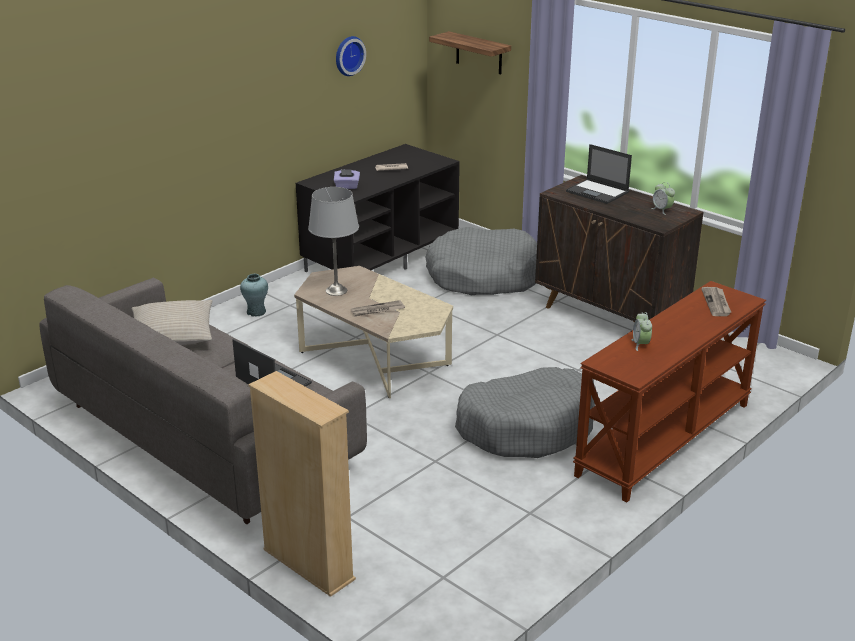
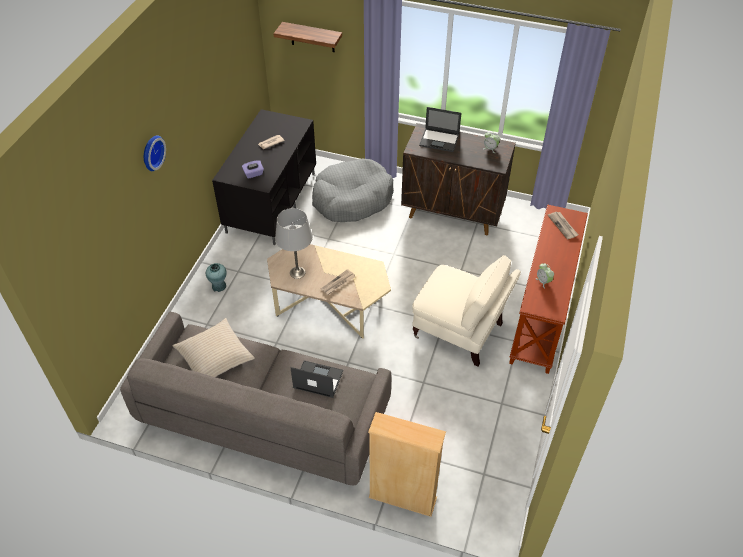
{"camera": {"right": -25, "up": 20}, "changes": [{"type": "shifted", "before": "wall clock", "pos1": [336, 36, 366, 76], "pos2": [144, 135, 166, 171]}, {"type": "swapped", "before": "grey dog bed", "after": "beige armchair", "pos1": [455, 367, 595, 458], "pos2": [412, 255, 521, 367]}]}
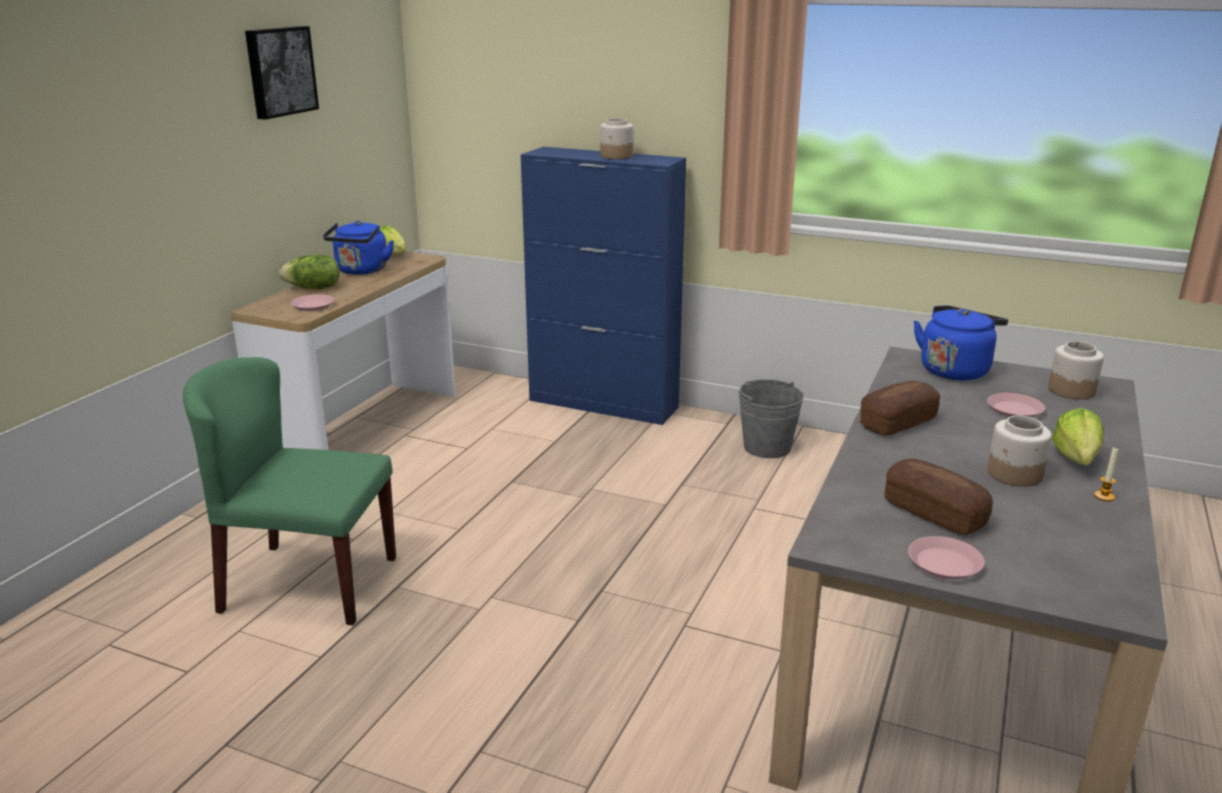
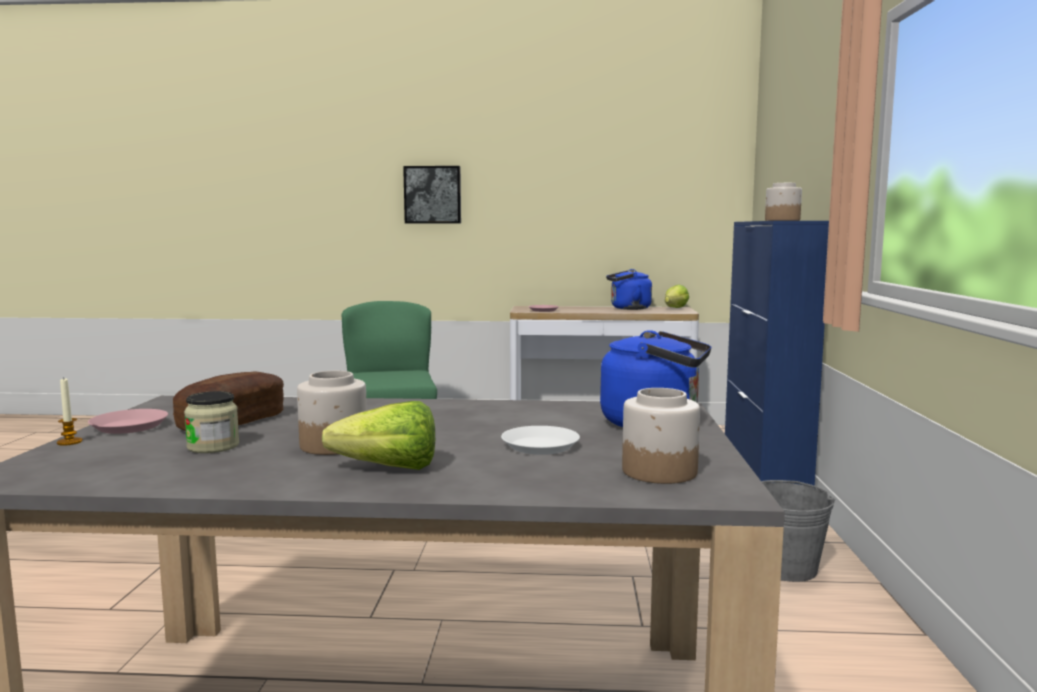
{"camera": {"right": 70, "up": -15}, "changes": [{"type": "shifted", "before": "candle", "pos1": [1094, 448, 1118, 501], "pos2": [57, 377, 83, 446]}, {"type": "new", "after": "jar", "pos2": [184, 391, 239, 453]}, {"type": "shifted", "before": "picture", "pos1": [245, 26, 319, 120], "pos2": [403, 166, 461, 223]}, {"type": "repainted", "before": "pink plate", "after": "white plate", "pos1": [987, 393, 1045, 418], "pos2": [501, 426, 580, 455]}, {"type": "gone", "before": "lettuce", "pos1": [279, 255, 340, 289]}, {"type": "gone", "before": "bread", "pos1": [860, 381, 940, 436]}]}
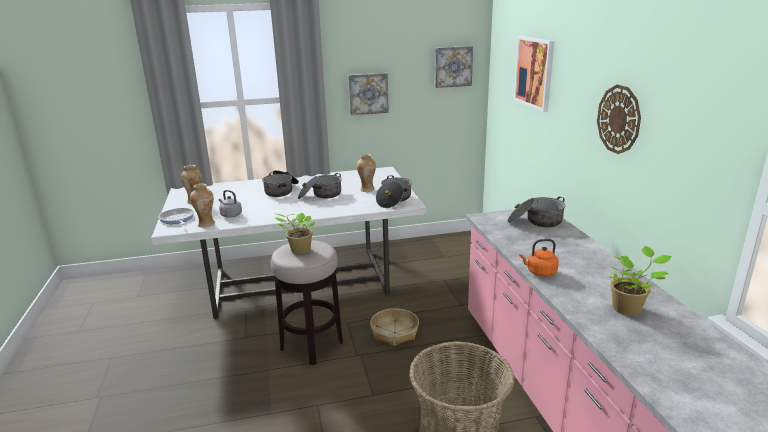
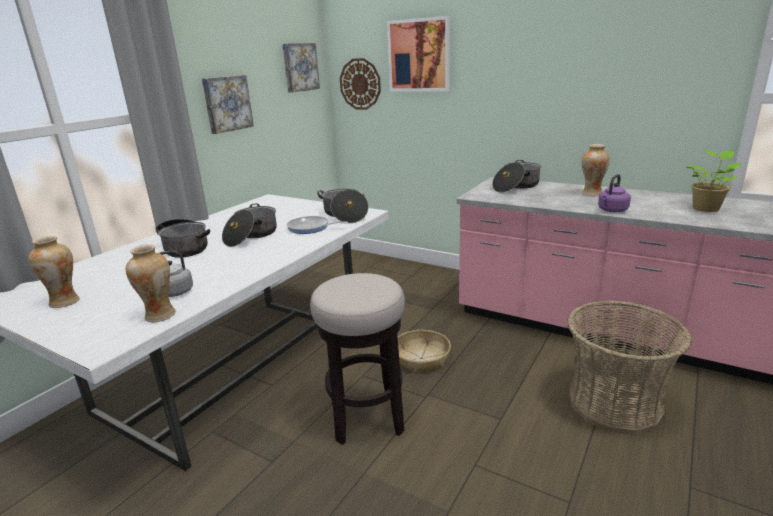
{"camera": {"right": -45, "up": 0}, "changes": [{"type": "shifted", "before": "frying pan", "pos1": [158, 208, 194, 225], "pos2": [287, 216, 348, 234]}, {"type": "shifted", "before": "wall clock", "pos1": [597, 85, 641, 154], "pos2": [340, 58, 381, 110]}, {"type": "shifted", "before": "vase", "pos1": [357, 154, 376, 192], "pos2": [582, 144, 610, 196]}, {"type": "repainted", "before": "orange kettle", "after": "purple kettle", "pos1": [520, 239, 559, 277], "pos2": [598, 174, 631, 212]}, {"type": "gone", "before": "potted plant", "pos1": [275, 213, 315, 254]}]}
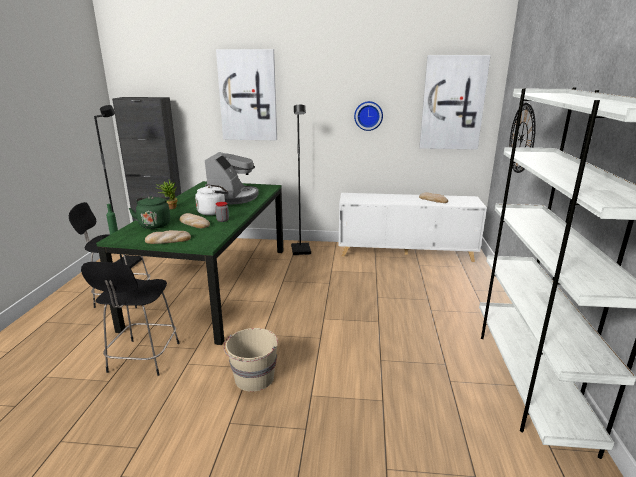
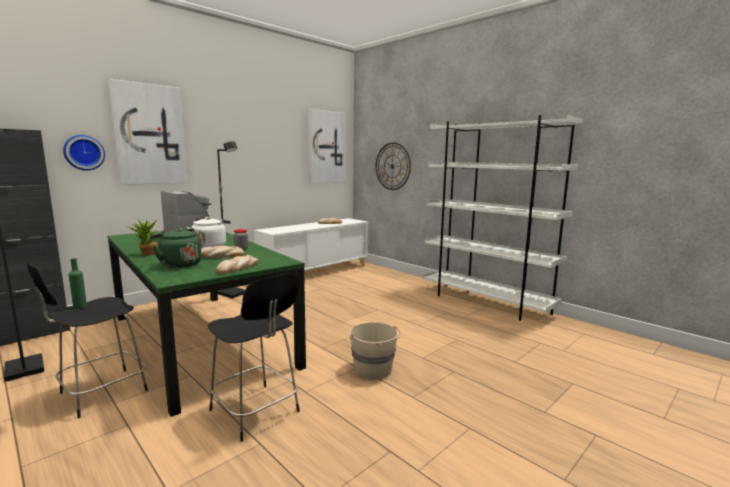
{"camera": {"right": -50, "up": -10}, "changes": [{"type": "shifted", "before": "wall clock", "pos1": [354, 101, 383, 131], "pos2": [63, 135, 105, 171]}]}
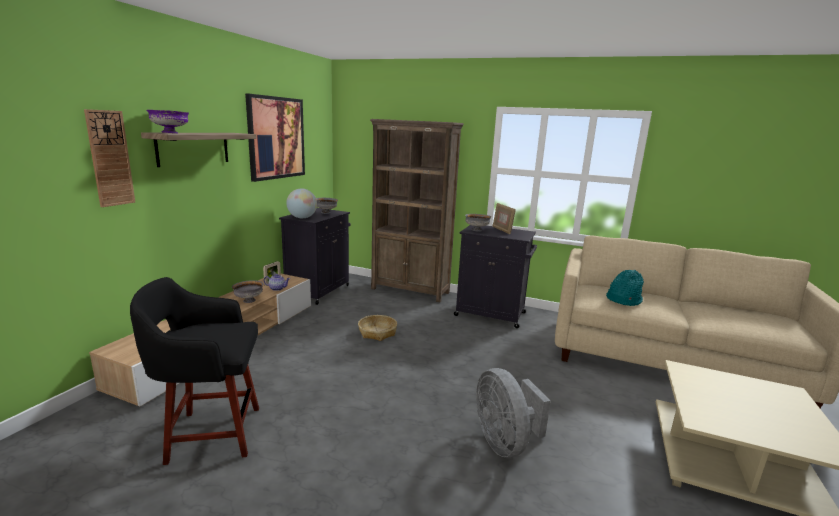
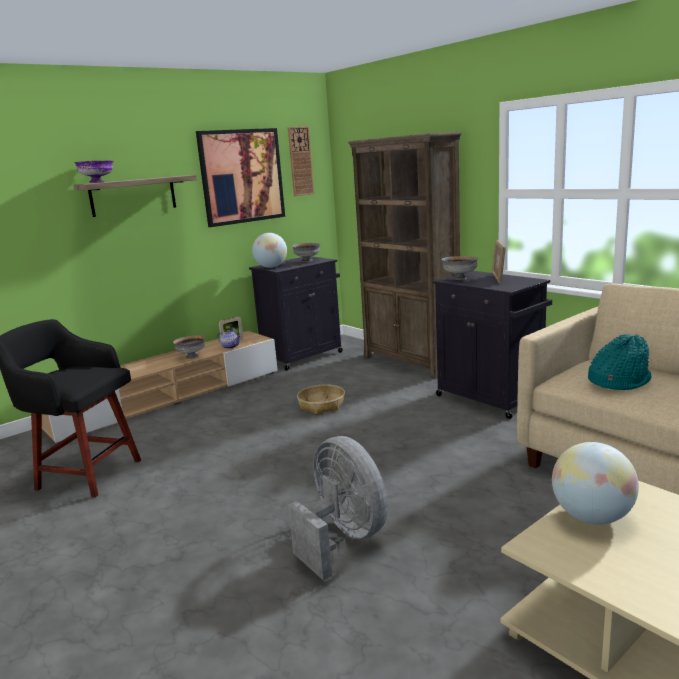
{"camera": {"right": 30, "up": 0}, "changes": [{"type": "shifted", "before": "wall clock", "pos1": [84, 109, 135, 207], "pos2": [288, 126, 314, 196]}, {"type": "rotated", "before": "grey fan", "pos1": [476, 368, 551, 458], "pos2": [288, 436, 388, 580], "turn": 135}, {"type": "new", "after": "globe", "pos2": [552, 442, 639, 525]}]}
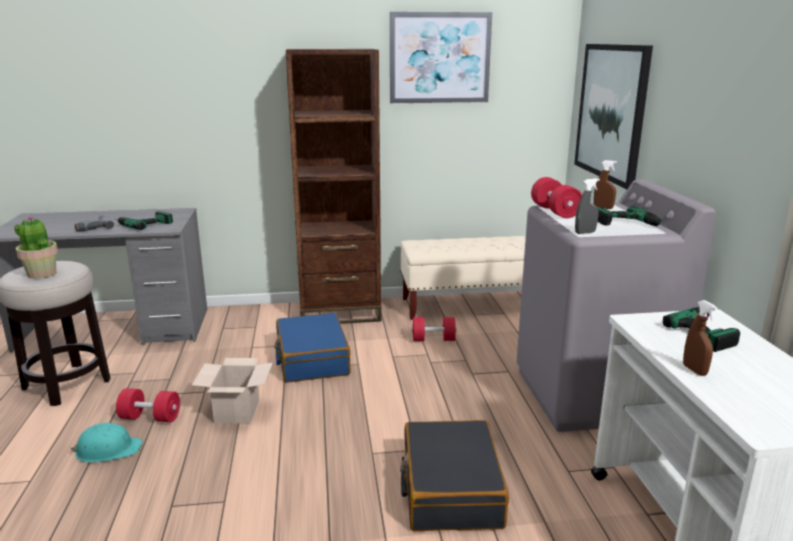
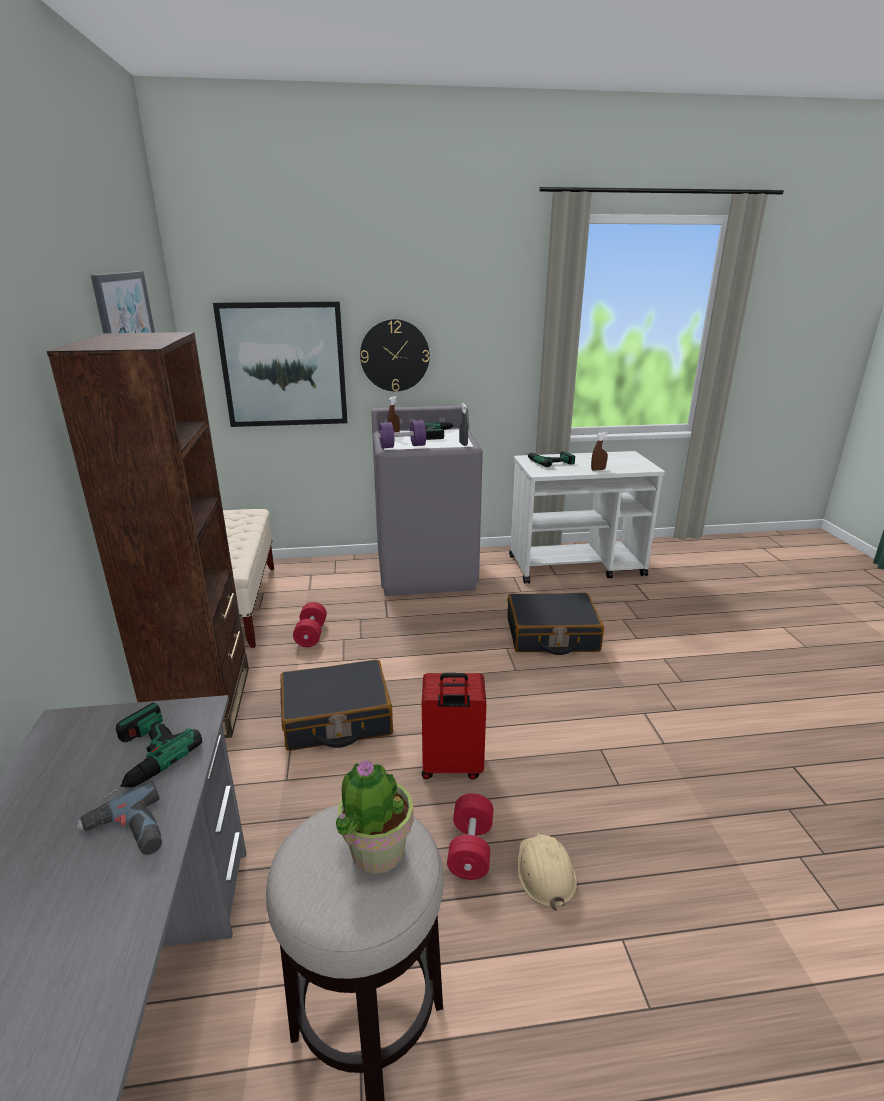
{"camera": {"right": -90, "up": 5}, "changes": [{"type": "repainted", "before": "blue suitcase", "after": "black suitcase", "pos1": [274, 313, 351, 383], "pos2": [280, 660, 393, 751]}, {"type": "new", "after": "wall clock", "pos2": [360, 319, 430, 391]}, {"type": "repainted", "before": "red dumbbell", "after": "purple dumbbell", "pos1": [531, 177, 582, 218], "pos2": [379, 420, 426, 448]}, {"type": "swapped", "before": "cardboard box", "after": "red suitcase", "pos1": [192, 358, 273, 424], "pos2": [422, 673, 486, 780]}, {"type": "repainted", "before": "turquoise hard hat", "after": "beige hard hat", "pos1": [71, 423, 142, 463], "pos2": [518, 833, 577, 911]}]}
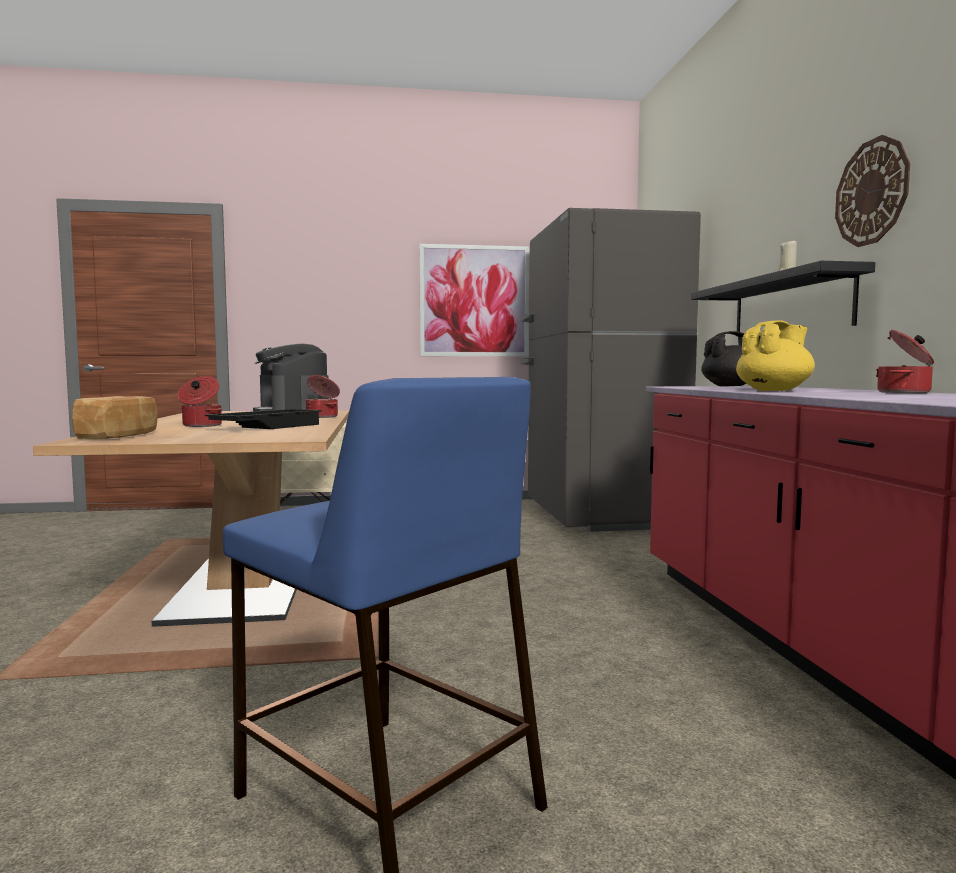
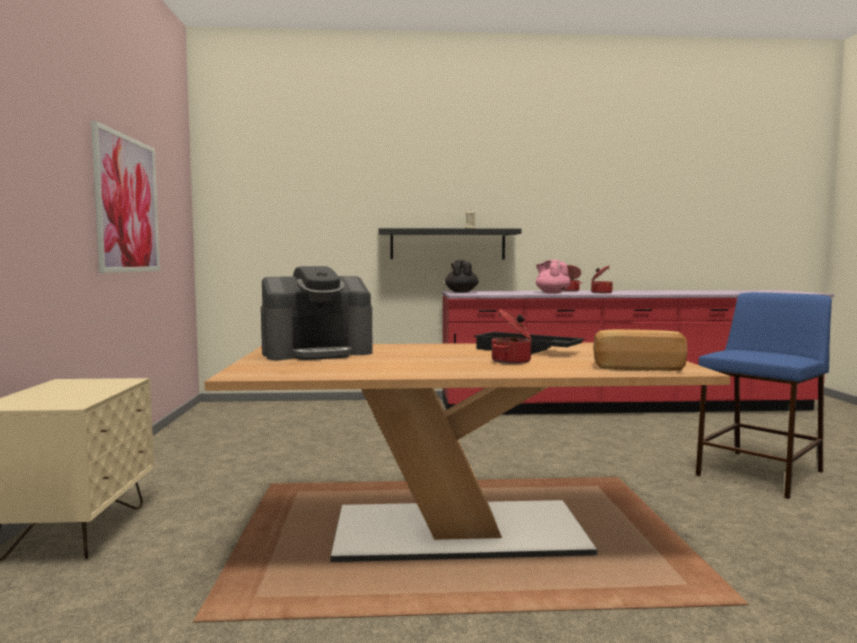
{"camera": {"right": -85, "up": 0}, "changes": [{"type": "repainted", "before": "yellow teapot", "after": "pink teapot", "pos1": [736, 320, 815, 391], "pos2": [536, 260, 571, 294]}, {"type": "shifted", "before": "cooking pot", "pos1": [306, 375, 340, 418], "pos2": [591, 266, 613, 293]}, {"type": "gone", "before": "grey fridge", "pos1": [521, 208, 701, 532]}, {"type": "gone", "before": "wall clock", "pos1": [835, 135, 910, 247]}]}
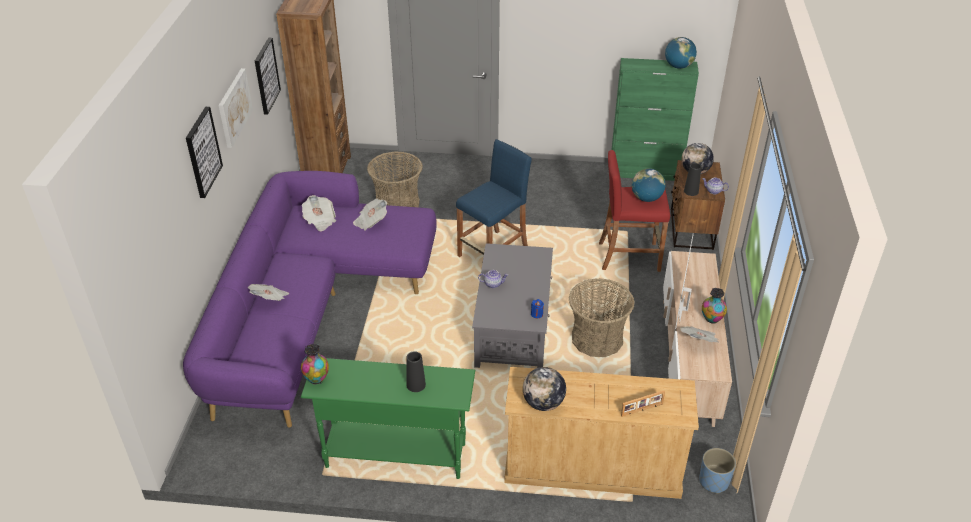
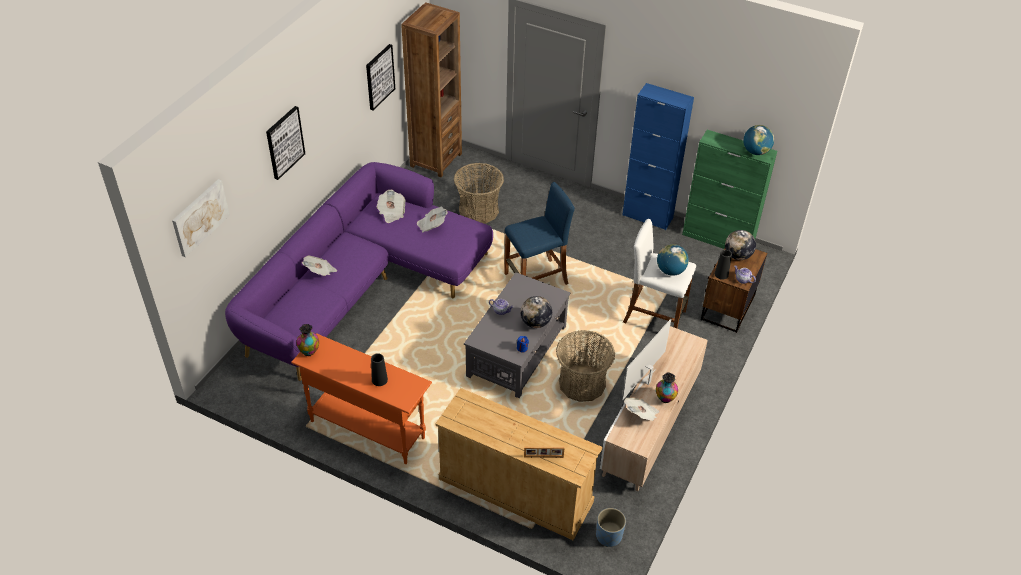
{"camera": {"right": 20, "up": 5}, "changes": [{"type": "shifted", "before": "picture", "pos1": [219, 68, 253, 148], "pos2": [172, 179, 230, 257]}, {"type": "repainted", "before": "green console table", "after": "orange console table", "pos1": [301, 358, 475, 479], "pos2": [291, 333, 432, 464]}, {"type": "shifted", "before": "globe", "pos1": [523, 367, 566, 411], "pos2": [521, 296, 552, 328]}, {"type": "new", "after": "blue cabinet", "pos2": [622, 83, 694, 230]}, {"type": "repainted", "before": "red stool", "after": "white stool", "pos1": [599, 150, 670, 272], "pos2": [623, 219, 696, 328]}]}
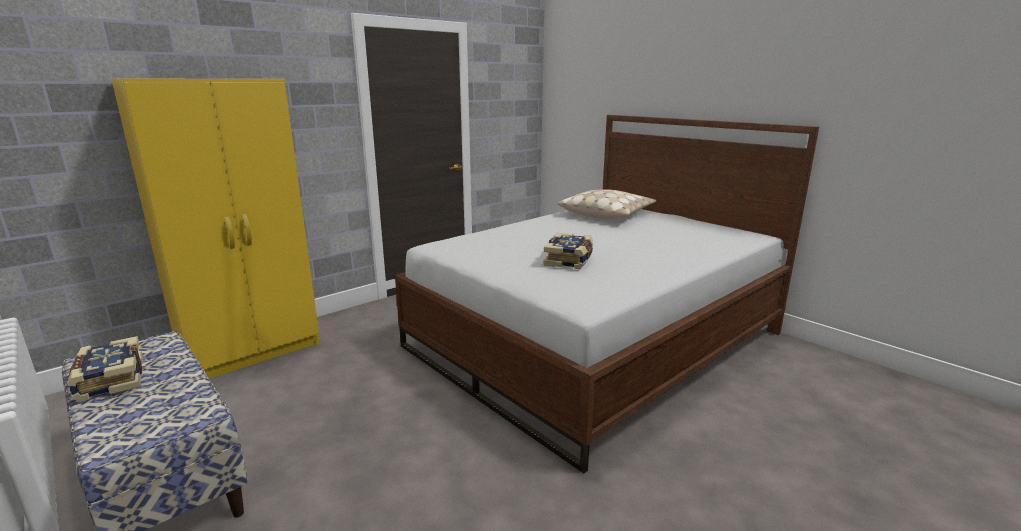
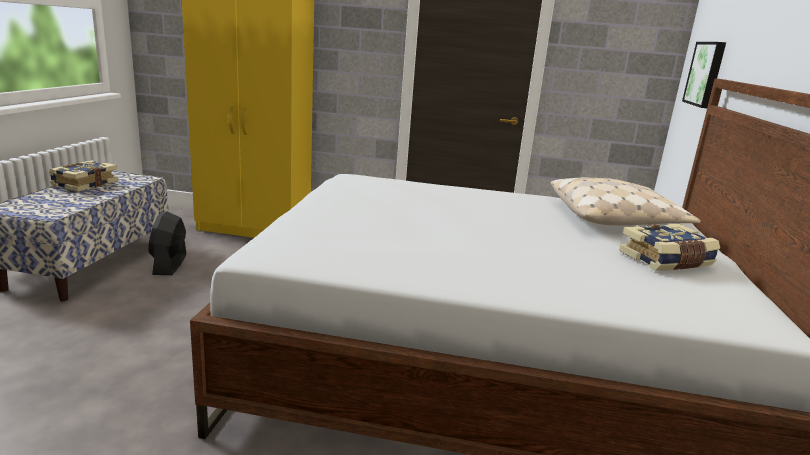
{"camera": {"right": 50, "up": 0}, "changes": [{"type": "new", "after": "black fan", "pos2": [148, 211, 186, 275]}, {"type": "shifted", "before": "book", "pos1": [544, 233, 593, 269], "pos2": [619, 224, 720, 271]}, {"type": "new", "after": "picture", "pos2": [682, 42, 726, 108]}]}
